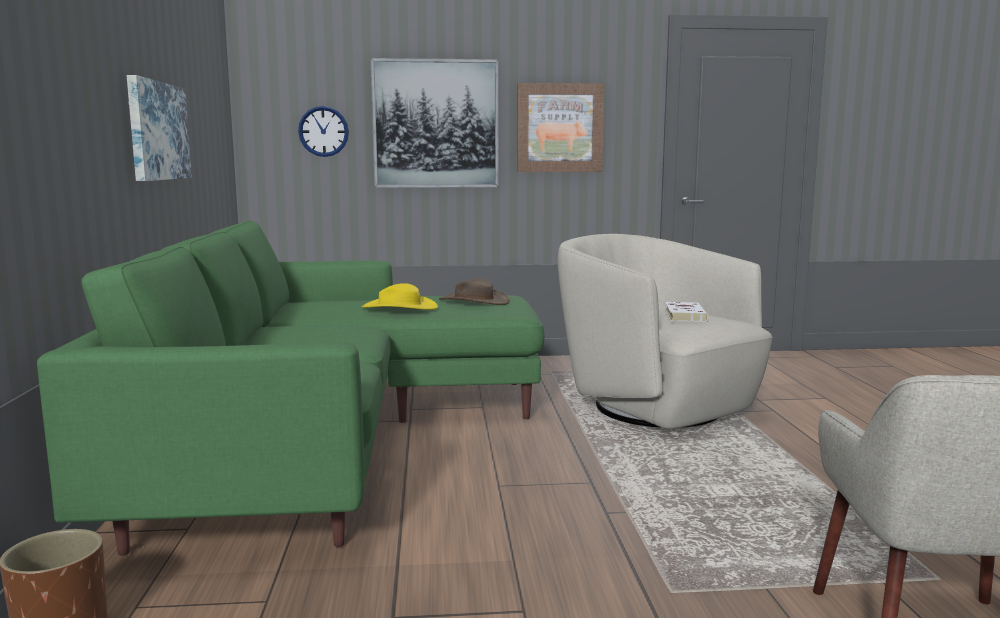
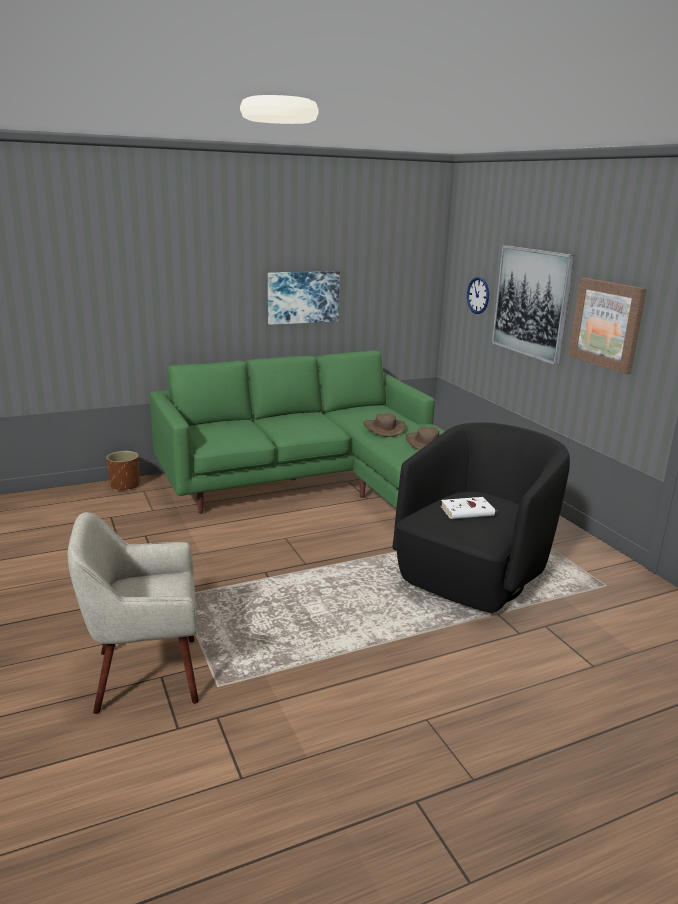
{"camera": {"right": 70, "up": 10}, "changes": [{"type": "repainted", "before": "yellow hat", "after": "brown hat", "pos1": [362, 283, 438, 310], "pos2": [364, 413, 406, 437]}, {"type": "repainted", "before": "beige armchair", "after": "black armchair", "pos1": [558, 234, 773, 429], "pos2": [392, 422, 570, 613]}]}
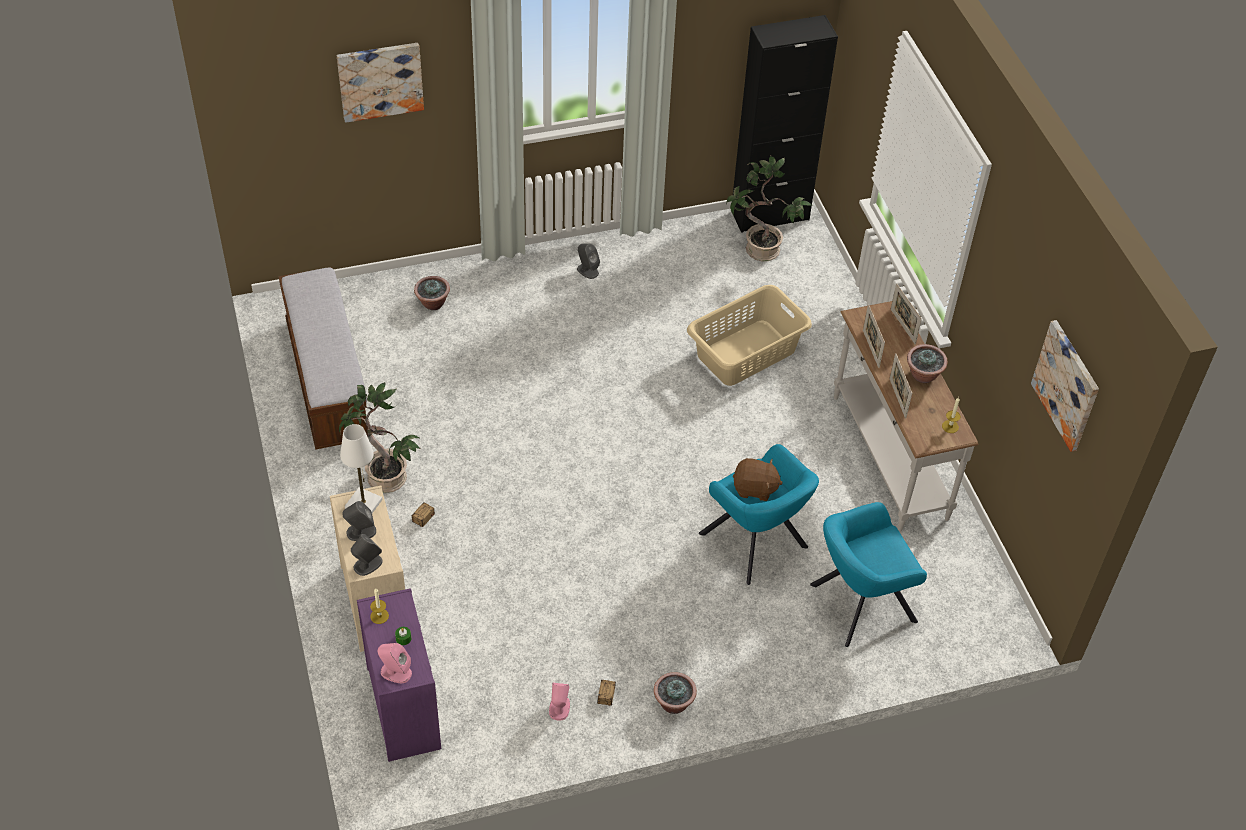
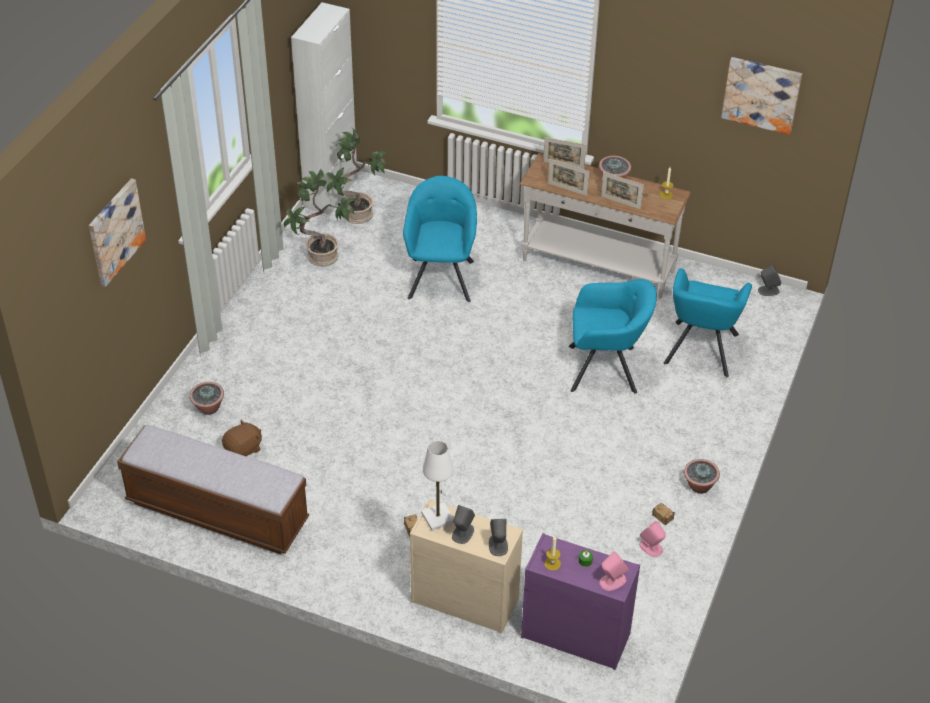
{"camera": {"right": -50, "up": -5}, "changes": [{"type": "shifted", "before": "brown plush toy", "pos1": [733, 458, 783, 501], "pos2": [222, 420, 262, 456]}, {"type": "shifted", "before": "potted plant", "pos1": [339, 382, 421, 493], "pos2": [284, 169, 357, 266]}, {"type": "repainted", "before": "black cabinet", "after": "white cabinet", "pos1": [733, 15, 838, 233], "pos2": [291, 2, 357, 215]}, {"type": "swapped", "before": "beige laundry basket", "after": "turquoise armchair", "pos1": [687, 285, 812, 386], "pos2": [403, 176, 477, 302]}, {"type": "shifted", "before": "grey speaker", "pos1": [577, 244, 600, 279], "pos2": [758, 265, 781, 296]}]}
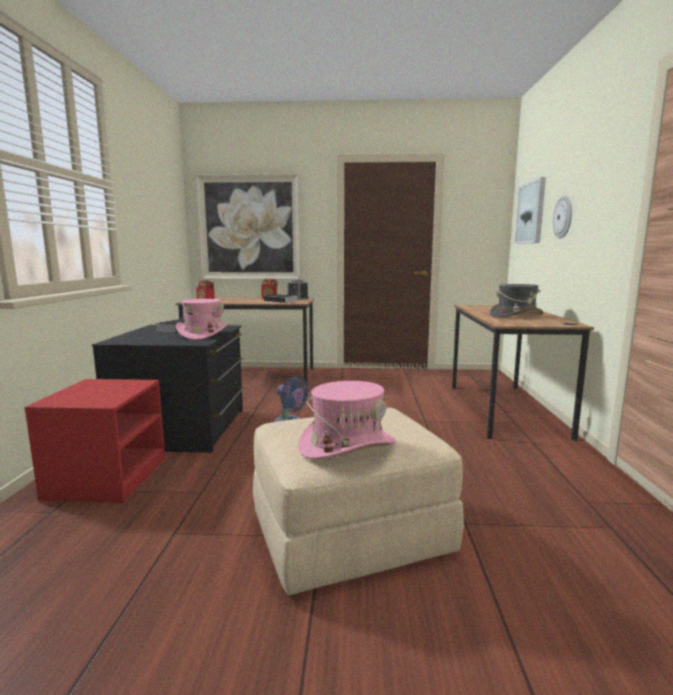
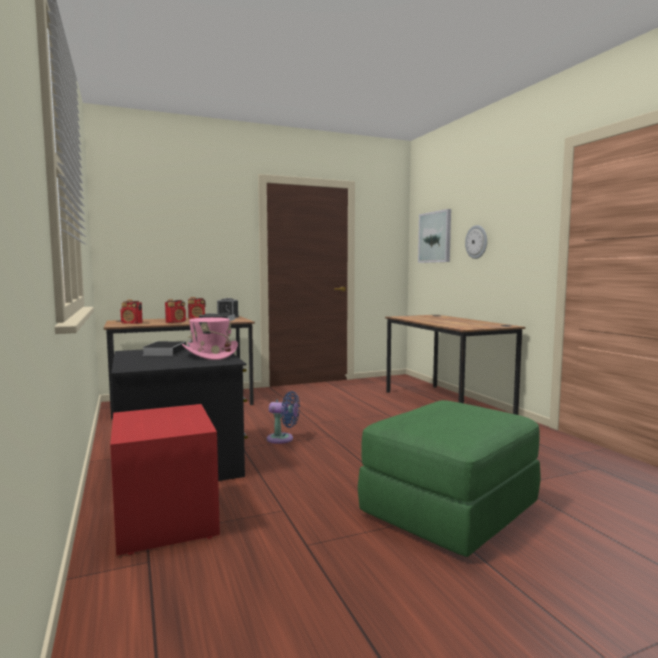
{"camera": {"right": -25, "up": -5}, "changes": [{"type": "new", "after": "radio", "pos2": [165, 299, 186, 323]}, {"type": "repainted", "before": "beige ottoman", "after": "green ottoman", "pos1": [253, 408, 464, 595], "pos2": [358, 400, 541, 557]}, {"type": "gone", "before": "picture", "pos1": [195, 174, 301, 280]}, {"type": "gone", "before": "pink hat", "pos1": [298, 381, 396, 459]}, {"type": "gone", "before": "grey hat", "pos1": [490, 284, 544, 318]}]}
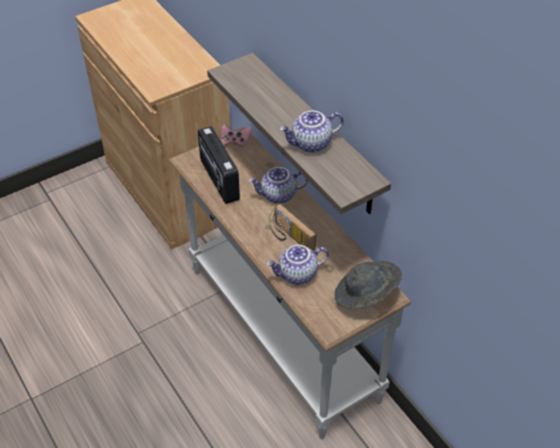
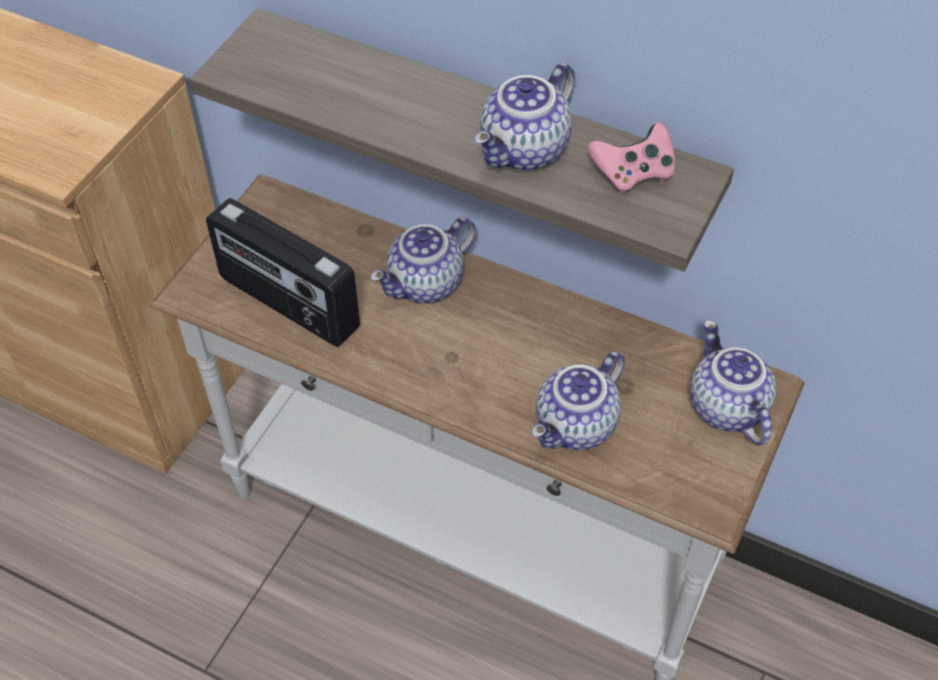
{"camera": {"right": -30, "up": 5}, "changes": [{"type": "shifted", "before": "pink game controller", "pos1": [221, 125, 252, 147], "pos2": [588, 122, 675, 193]}, {"type": "swapped", "before": "grey hat", "after": "teapot", "pos1": [334, 261, 402, 309], "pos2": [690, 320, 776, 445]}, {"type": "gone", "before": "radio", "pos1": [269, 204, 316, 251]}]}
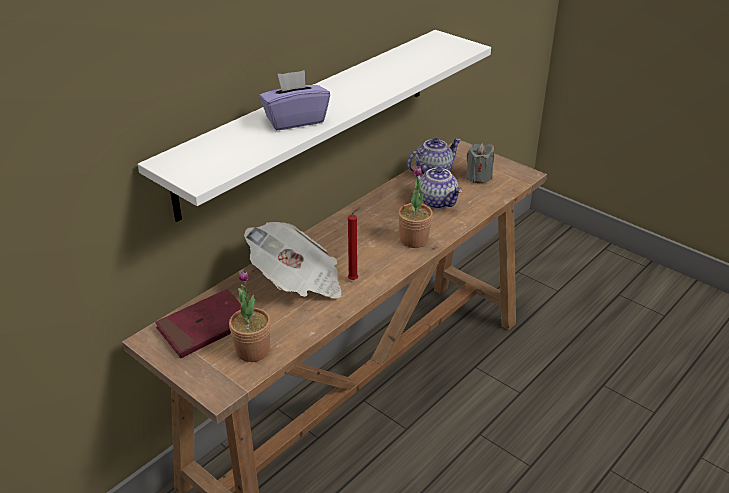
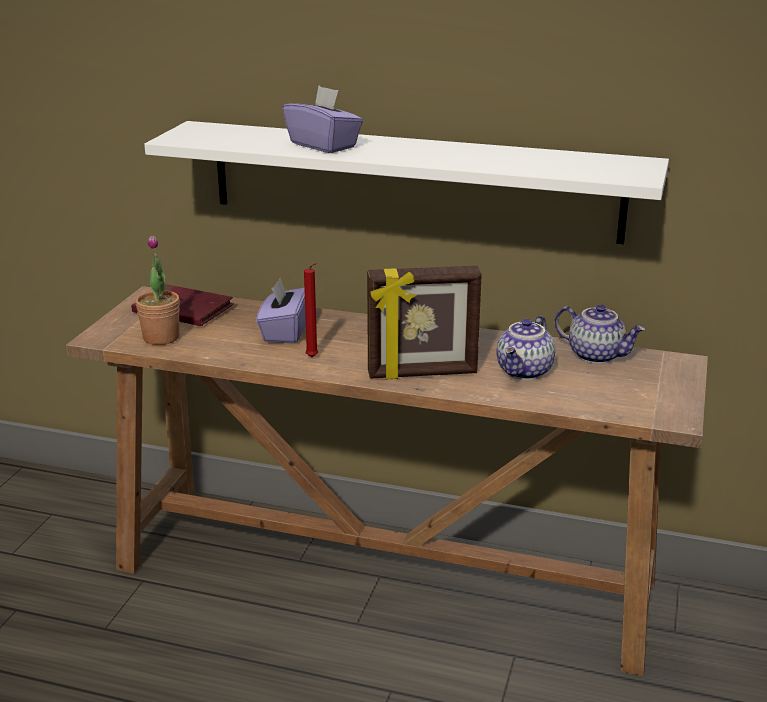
{"camera": {"right": 65, "up": -10}, "changes": [{"type": "swapped", "before": "newspaper", "after": "purple tissue box", "pos1": [244, 222, 342, 299], "pos2": [256, 278, 306, 344]}, {"type": "swapped", "before": "potted plant", "after": "picture frame", "pos1": [398, 166, 433, 248], "pos2": [367, 266, 482, 379]}, {"type": "gone", "before": "grey candle", "pos1": [466, 143, 494, 183]}]}
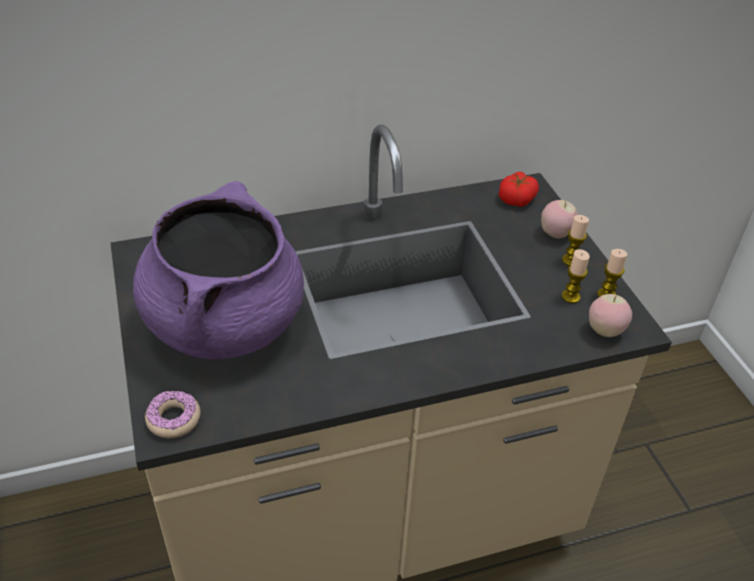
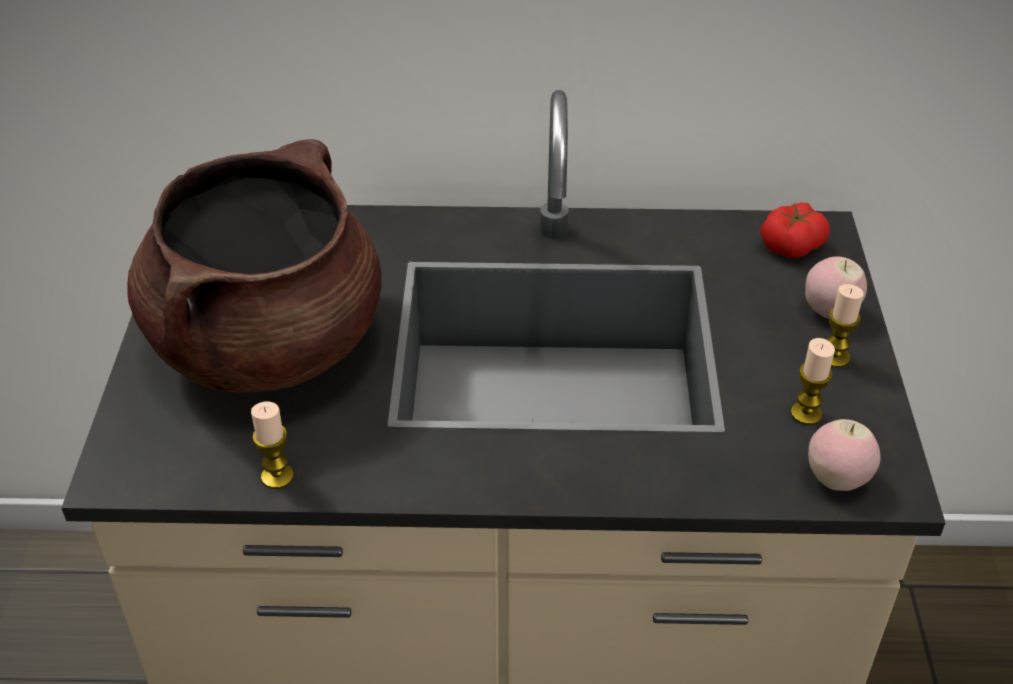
{"camera": {"right": 20, "up": 0}, "changes": [{"type": "repainted", "before": "purple cooking pot", "after": "brown cooking pot", "pos1": [133, 181, 304, 359], "pos2": [127, 139, 382, 393]}, {"type": "shifted", "before": "candle", "pos1": [597, 249, 627, 297], "pos2": [251, 402, 294, 489]}, {"type": "gone", "before": "donut", "pos1": [145, 391, 201, 438]}]}
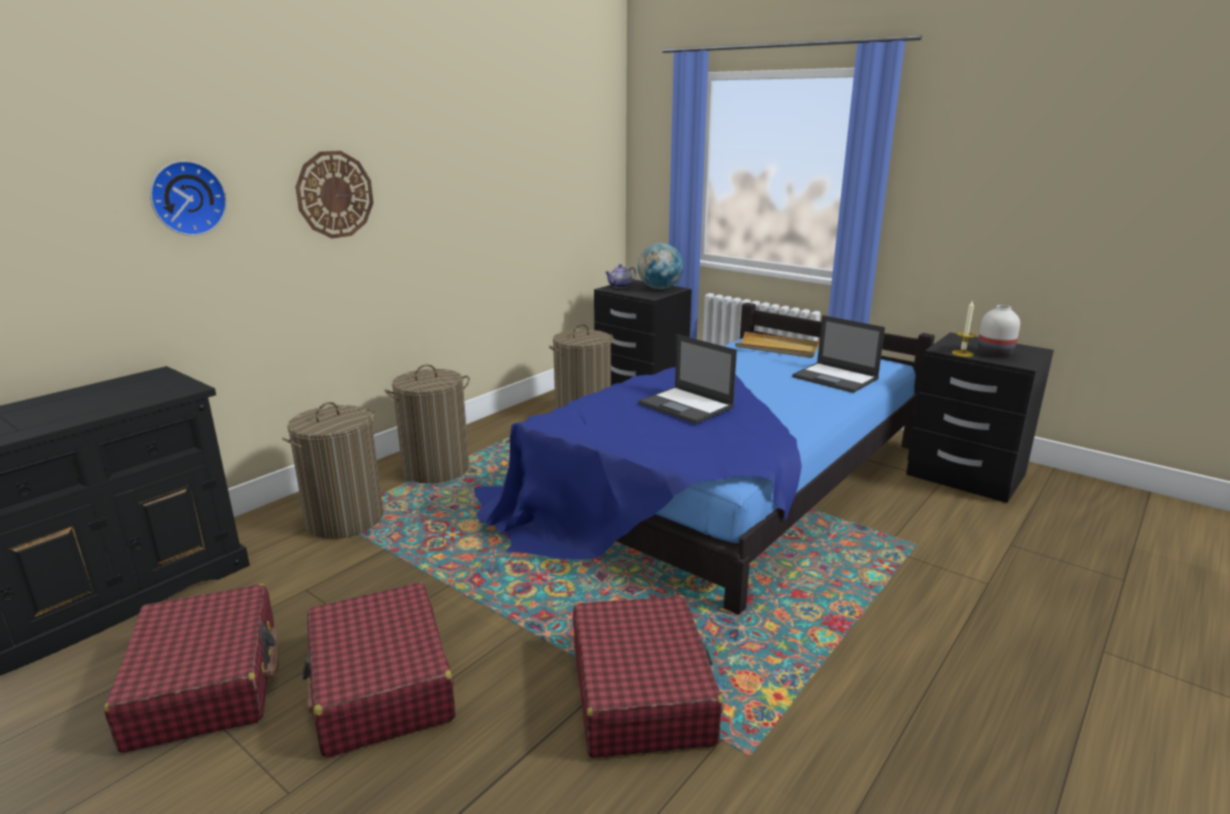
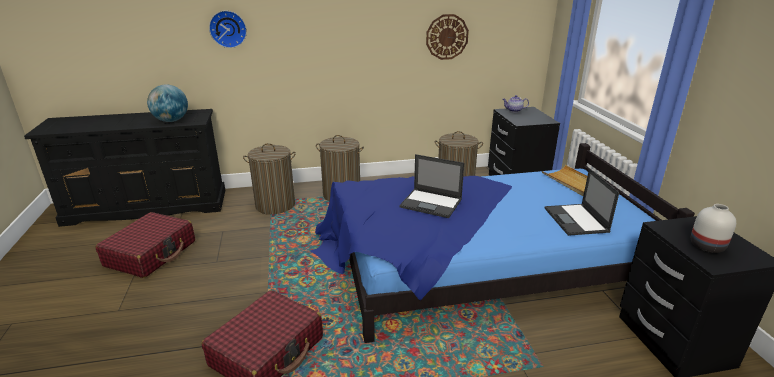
{"camera": {"right": 40, "up": 5}, "changes": [{"type": "shifted", "before": "globe", "pos1": [638, 243, 683, 289], "pos2": [147, 84, 188, 122]}, {"type": "rotated", "before": "laptop", "pos1": [638, 334, 737, 424], "pos2": [399, 154, 464, 218], "turn": -60}, {"type": "shifted", "before": "wall clock", "pos1": [295, 151, 374, 239], "pos2": [426, 14, 469, 60]}, {"type": "gone", "before": "red suitcase", "pos1": [302, 582, 456, 758]}, {"type": "gone", "before": "candle", "pos1": [952, 300, 976, 357]}]}
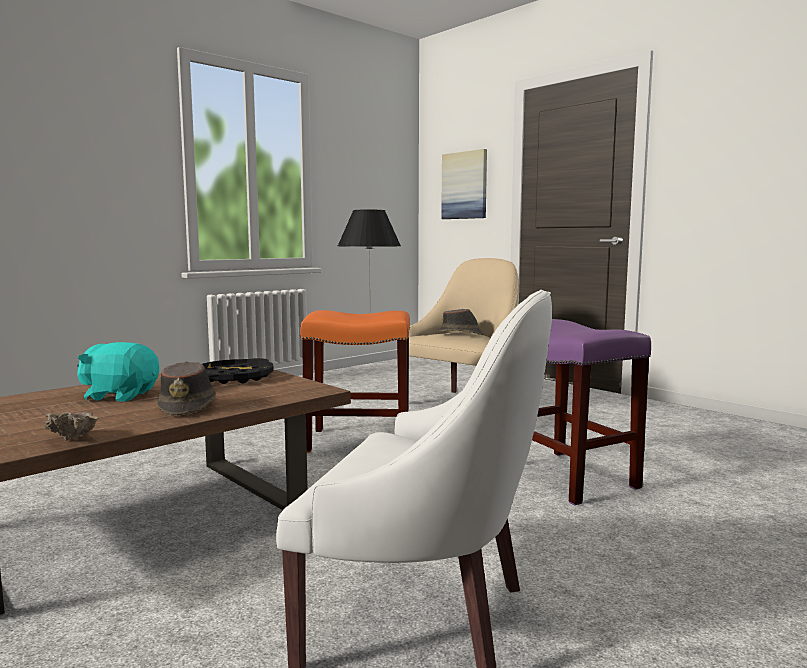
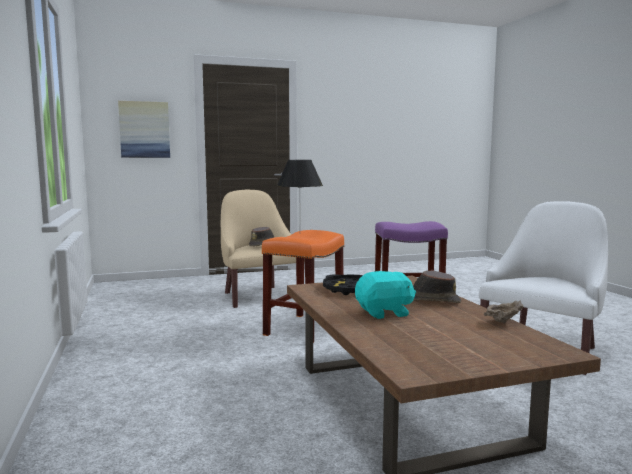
{"camera": {"right": -65, "up": 0}, "changes": [{"type": "rotated", "before": "turquoise plush toy", "pos1": [77, 342, 159, 402], "pos2": [355, 271, 416, 319], "turn": -135}]}
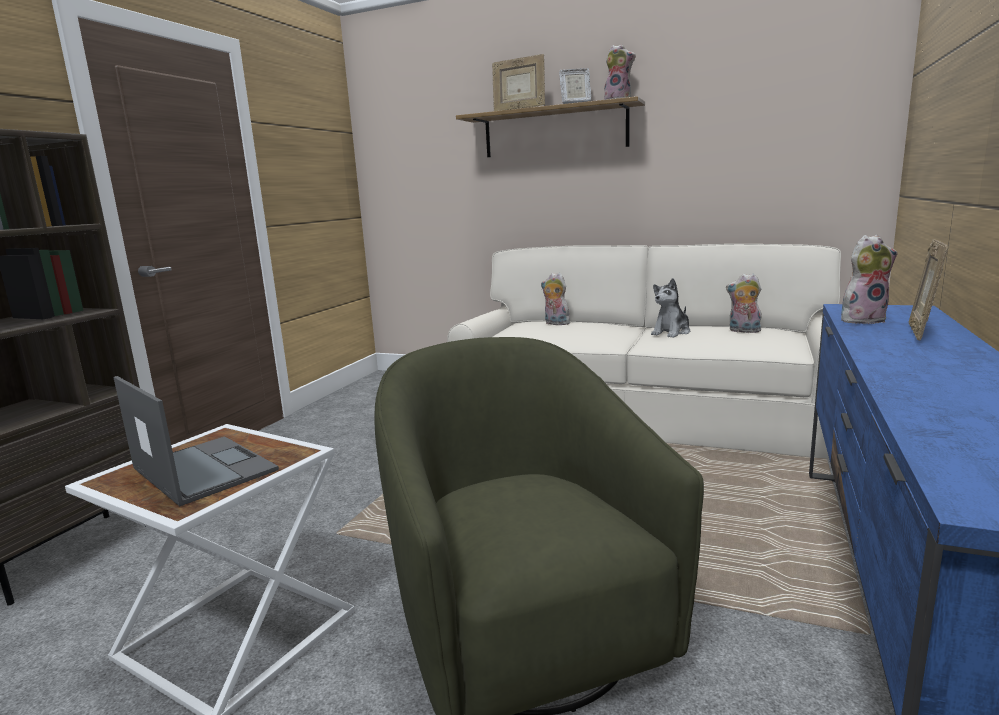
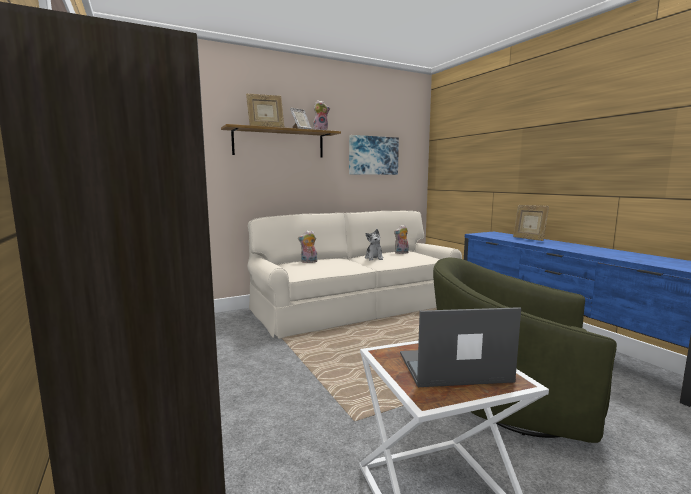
{"camera": {"right": -50, "up": -5}, "changes": [{"type": "new", "after": "picture", "pos2": [349, 135, 399, 175]}, {"type": "gone", "before": "plush toy", "pos1": [841, 235, 897, 325]}]}
